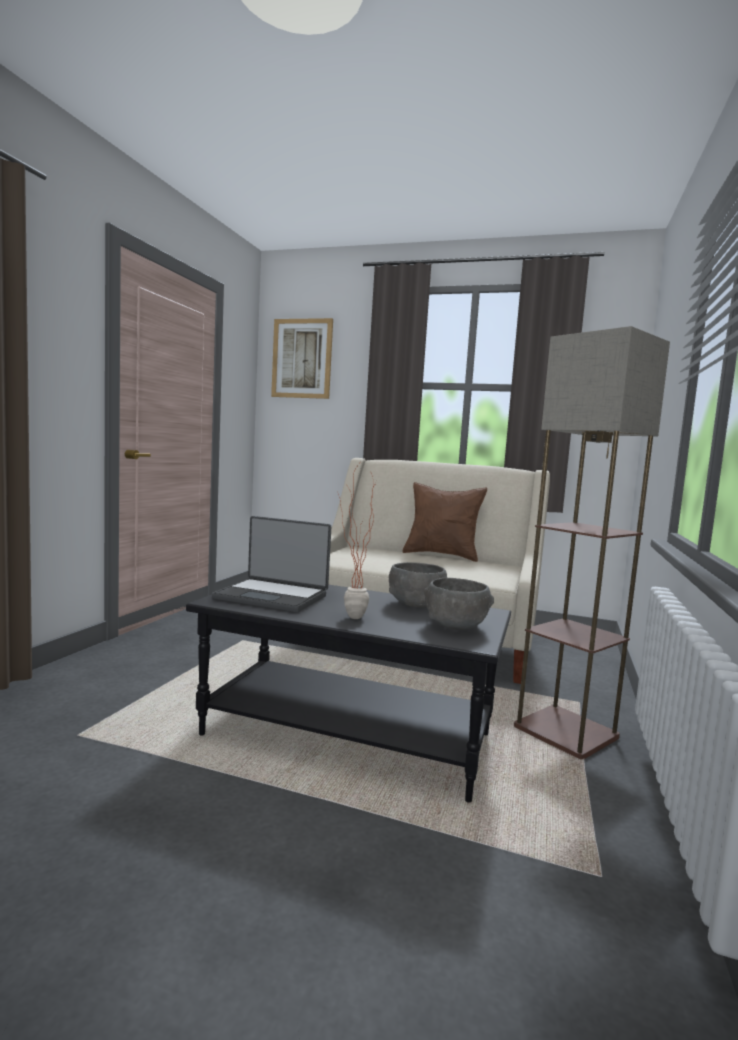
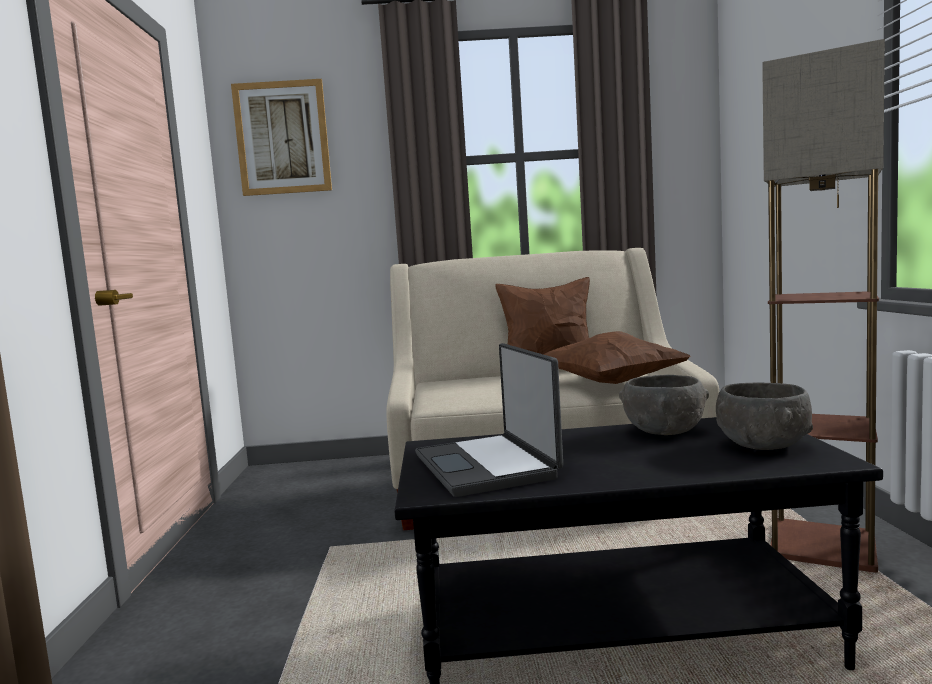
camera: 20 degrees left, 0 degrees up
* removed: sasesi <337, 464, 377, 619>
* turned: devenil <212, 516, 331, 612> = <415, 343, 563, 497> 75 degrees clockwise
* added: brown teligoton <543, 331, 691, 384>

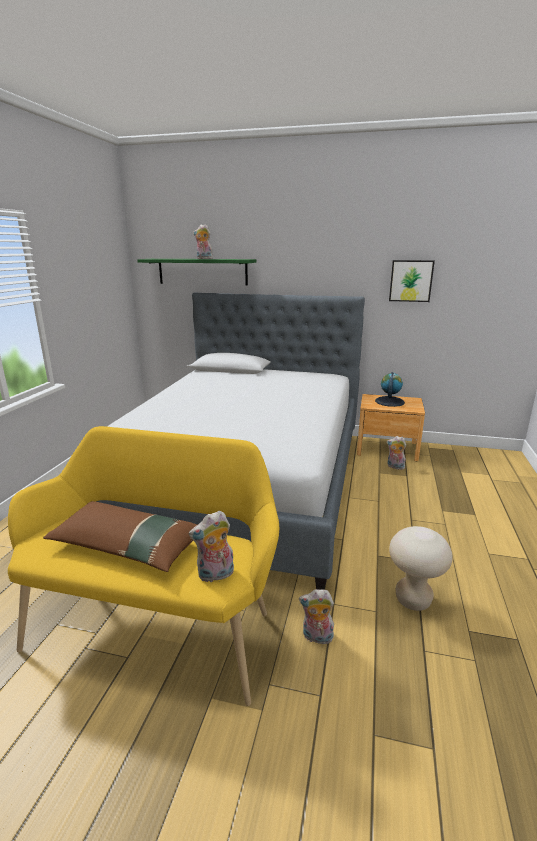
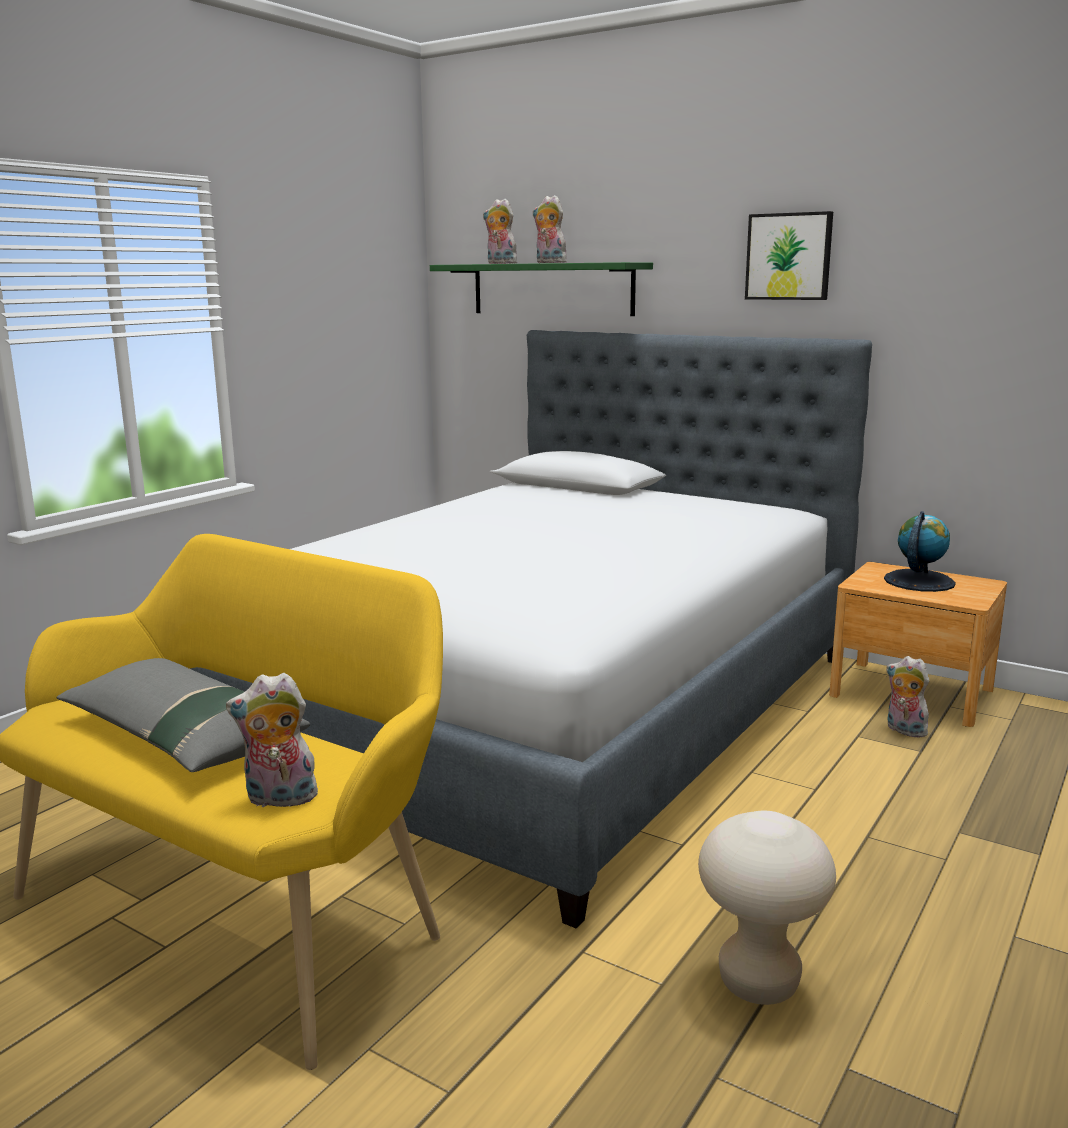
camera: 20 degrees right, 5 degrees down
* moved: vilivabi <389, 260, 435, 302> to <745, 211, 833, 300>
* recoloured: brown teligoton <43, 501, 197, 572> to grey teligoton <57, 658, 310, 772>
* moved: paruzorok <299, 589, 334, 644> to <483, 199, 519, 264>

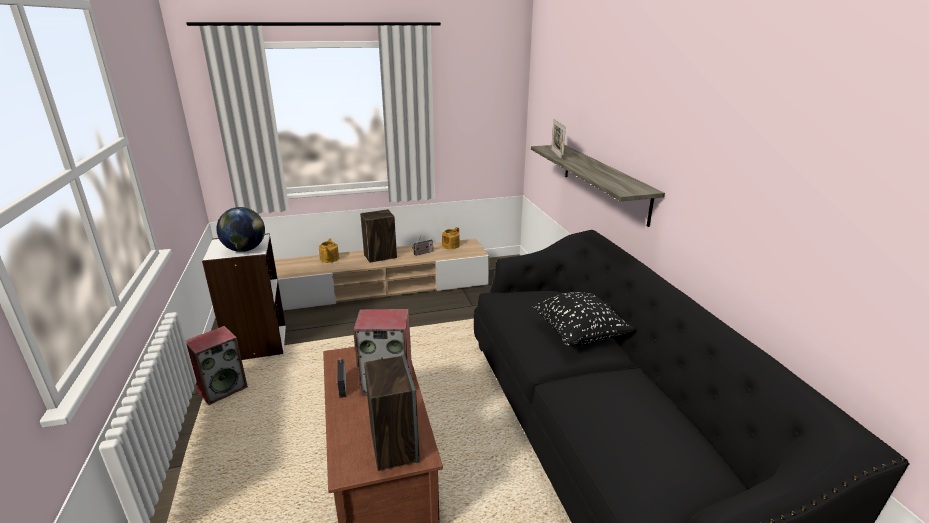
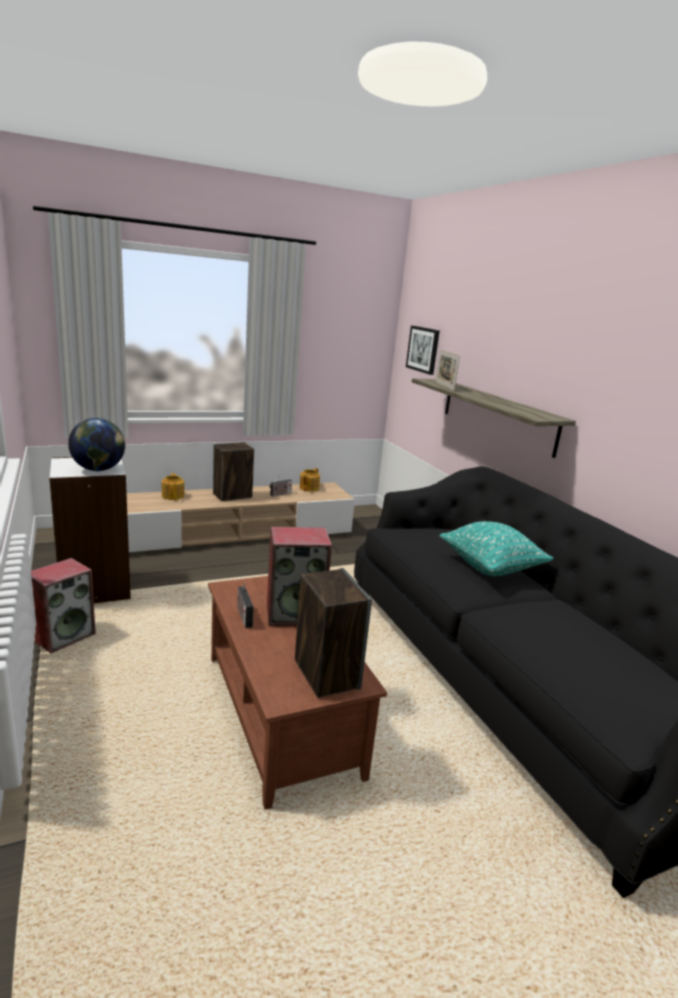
camera: 10 degrees left, 5 degrees down
* recoloured: black teligoton <532, 292, 635, 346> to turquoise teligoton <439, 521, 554, 576>
* added: vilivabi <406, 326, 440, 375>

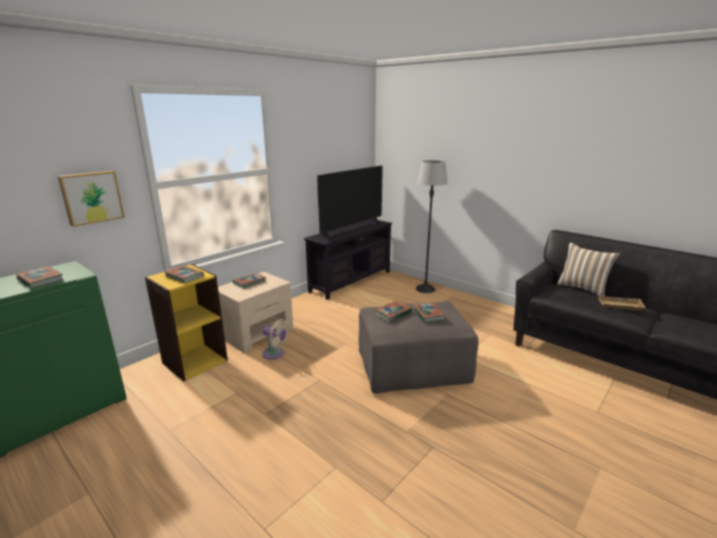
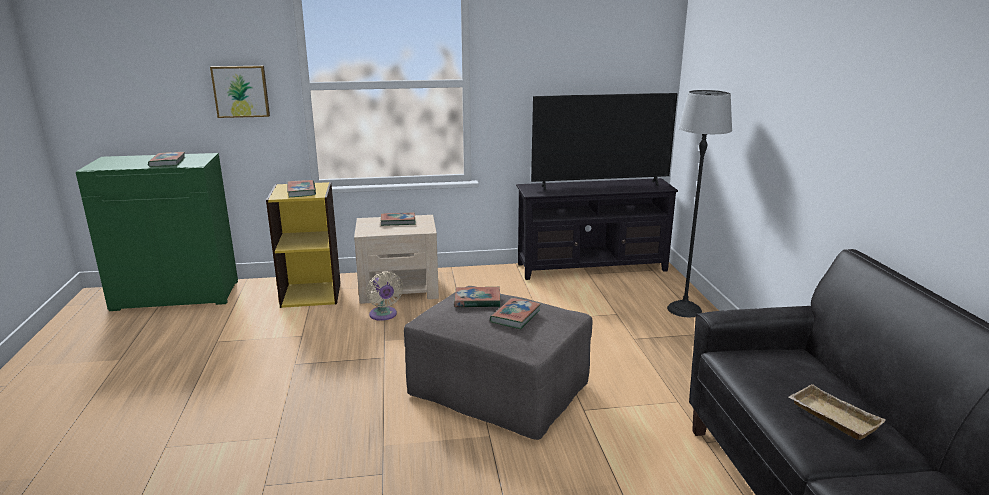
camera: 40 degrees right, 0 degrees up
* removed: teligoton <557, 242, 620, 296>

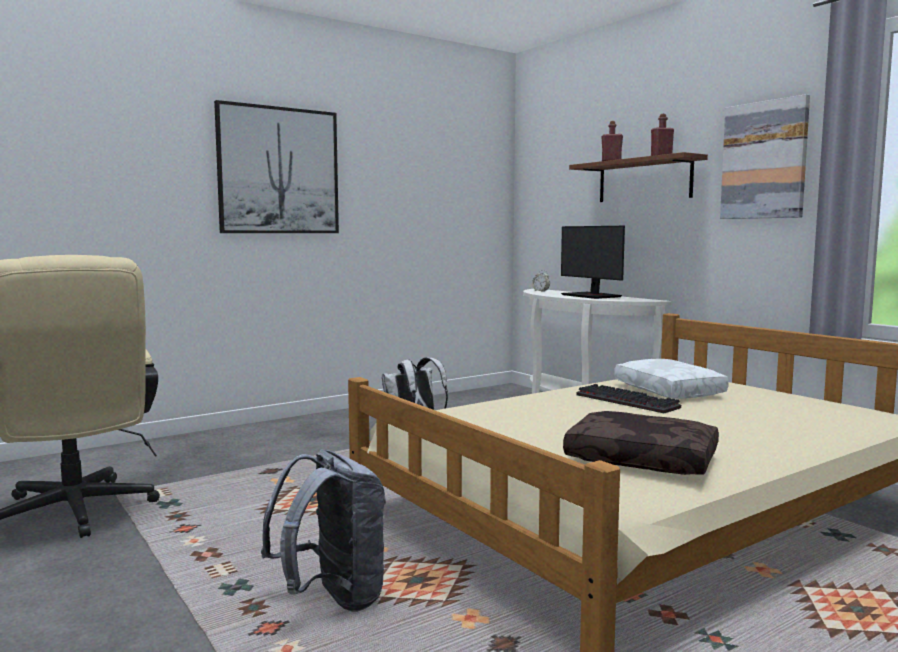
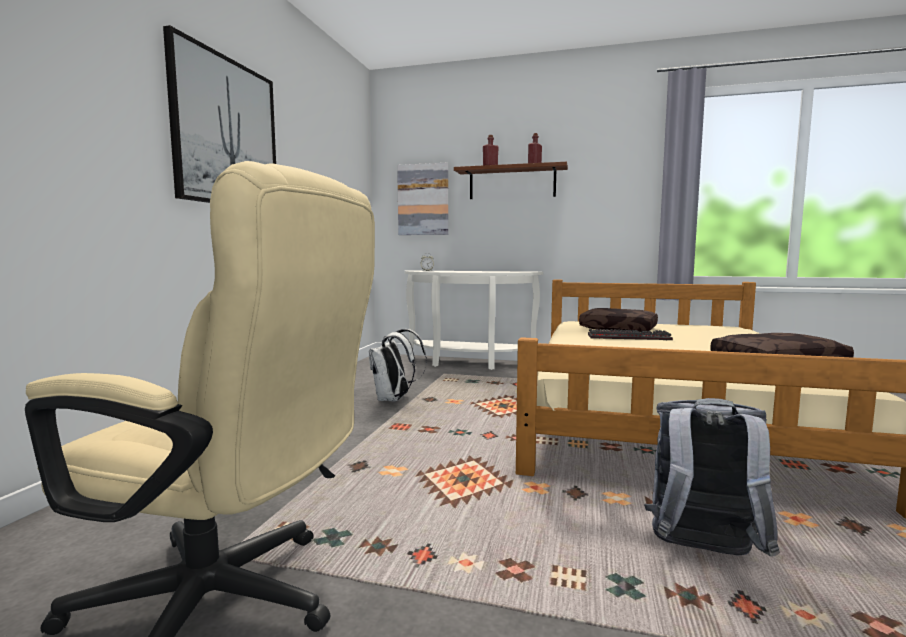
camera: 40 degrees left, 0 degrees up
* moved: vilivabi <720, 94, 810, 219> to <397, 163, 448, 235>
* removed: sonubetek <561, 226, 625, 299>
* recoloured: white teligoton <614, 359, 729, 399> to brown teligoton <579, 308, 658, 332>

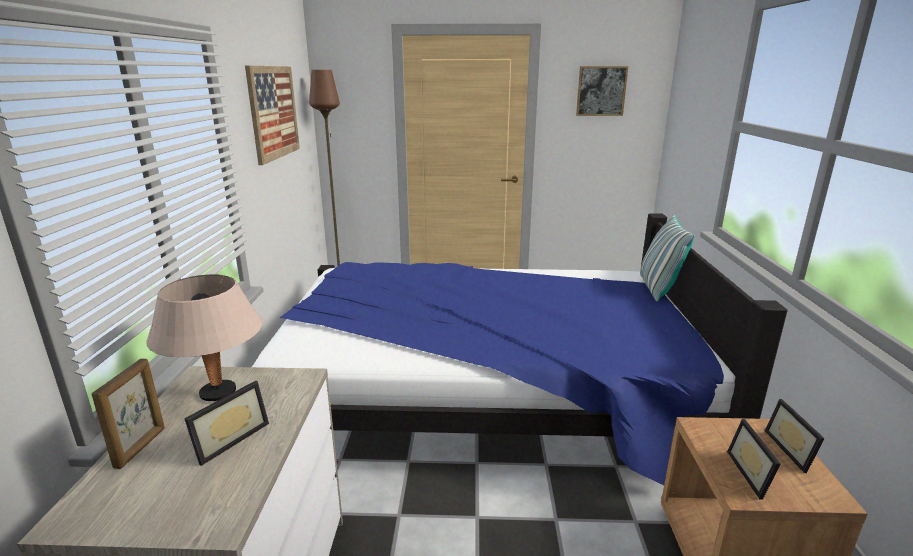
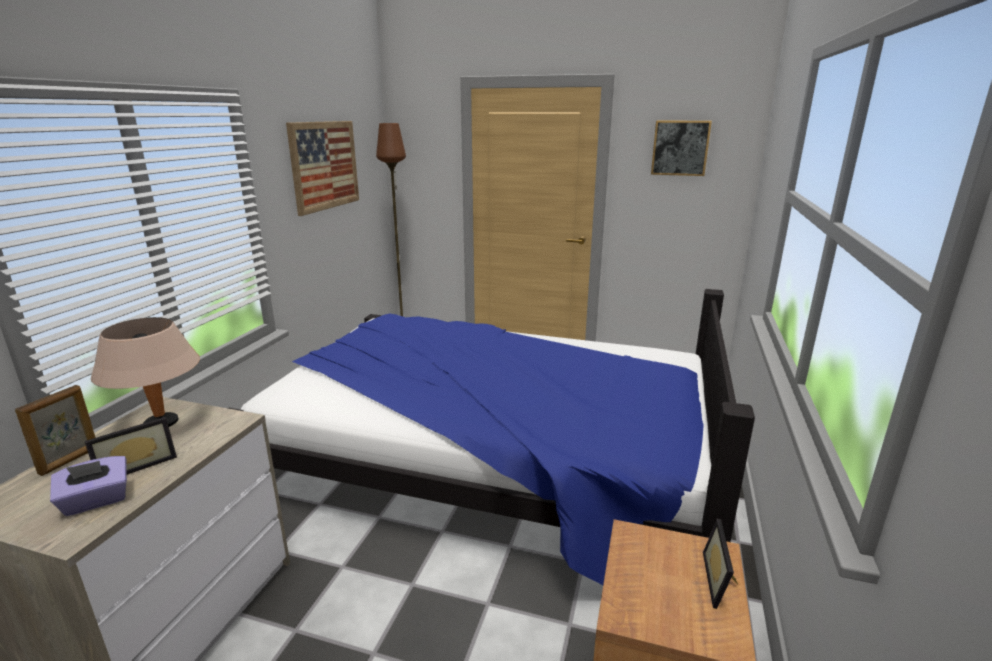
camera: 15 degrees right, 0 degrees up
* removed: teligoton <640, 214, 695, 302>
* removed: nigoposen <727, 419, 780, 500>
* added: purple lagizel <50, 456, 127, 516>

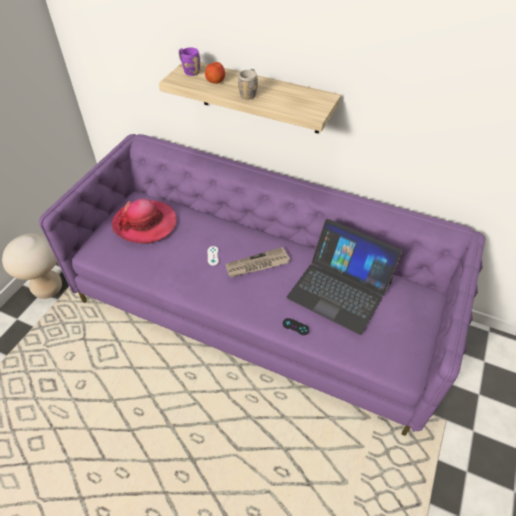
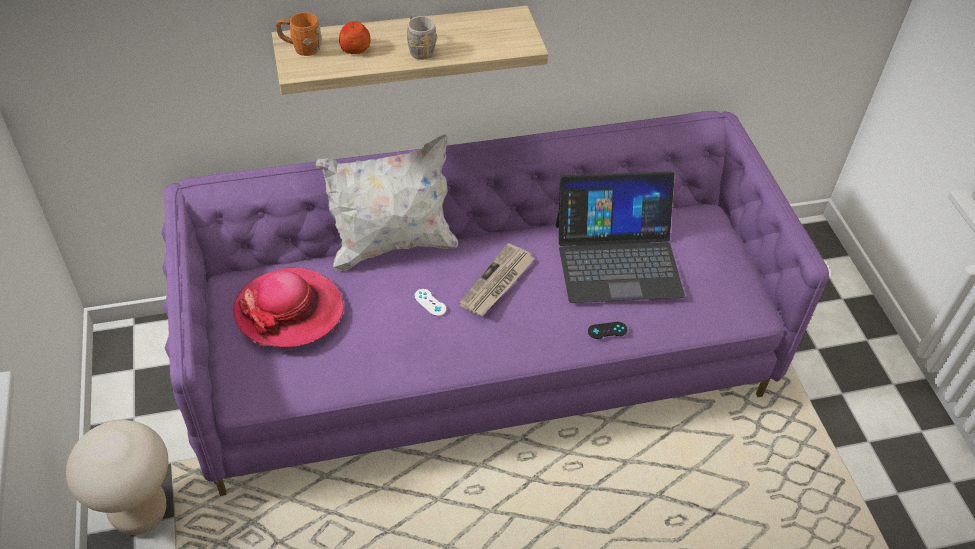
camera: 40 degrees left, 0 degrees up
* recoloured: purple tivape <179, 48, 200, 76> to orange tivape <276, 12, 321, 56>
* added: white teligoton <315, 134, 458, 271>

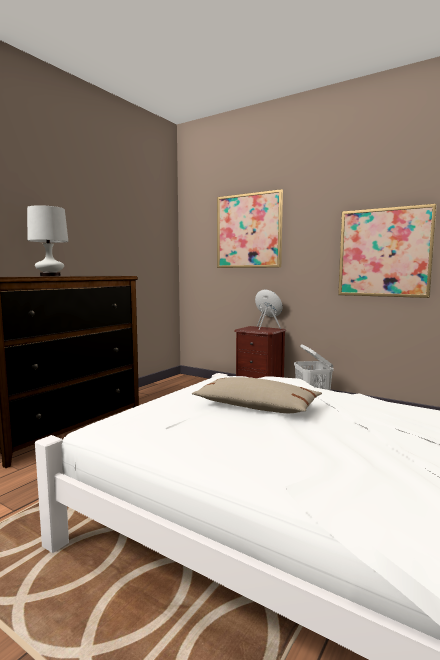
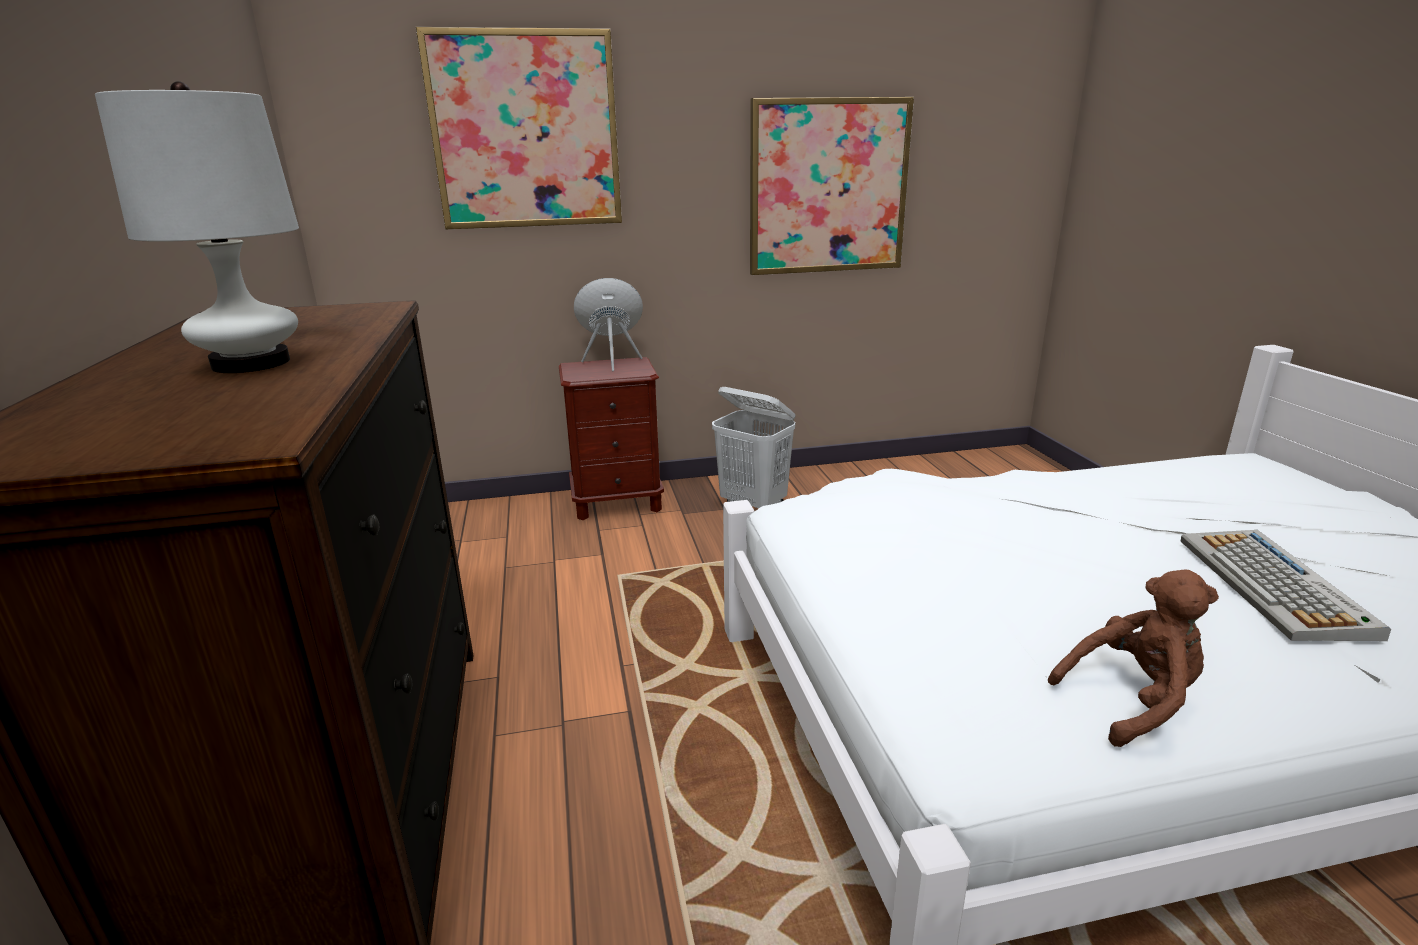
camera: 45 degrees left, 15 degrees up
* removed: beige teligoton <192, 377, 322, 413>
* added: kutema <1180, 530, 1391, 641>
* added: brown paruzorok <1048, 569, 1219, 747>

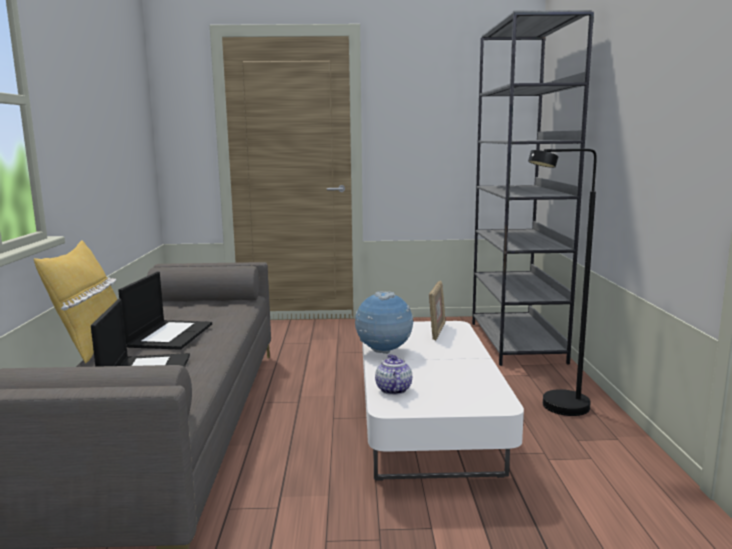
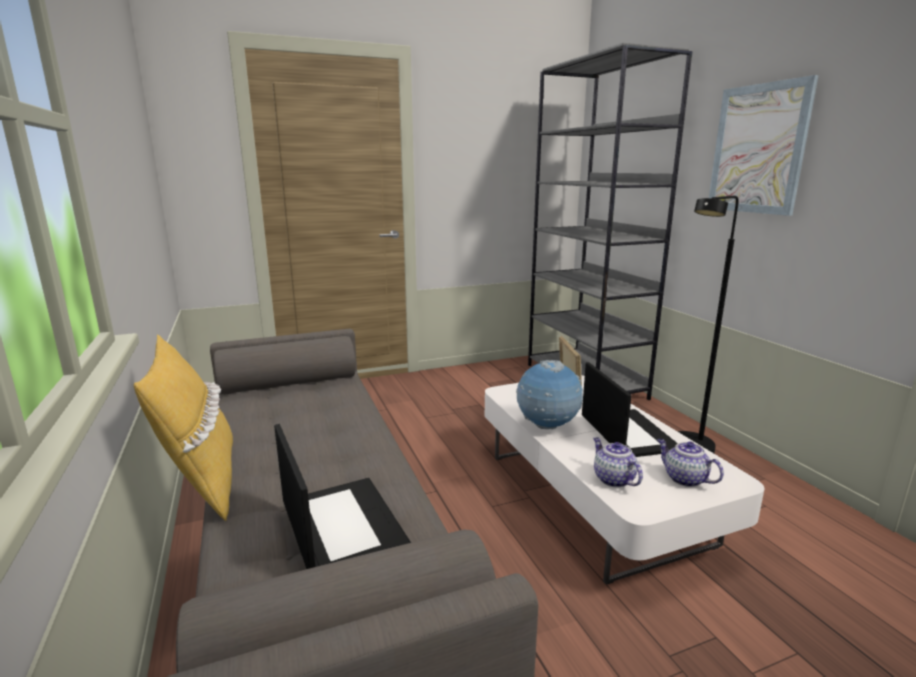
camera: 20 degrees left, 5 degrees up
* moved: devenil <118, 272, 212, 350> to <582, 362, 678, 457>
* added: vilivabi <709, 75, 819, 216>
* added: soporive <657, 439, 724, 487>

